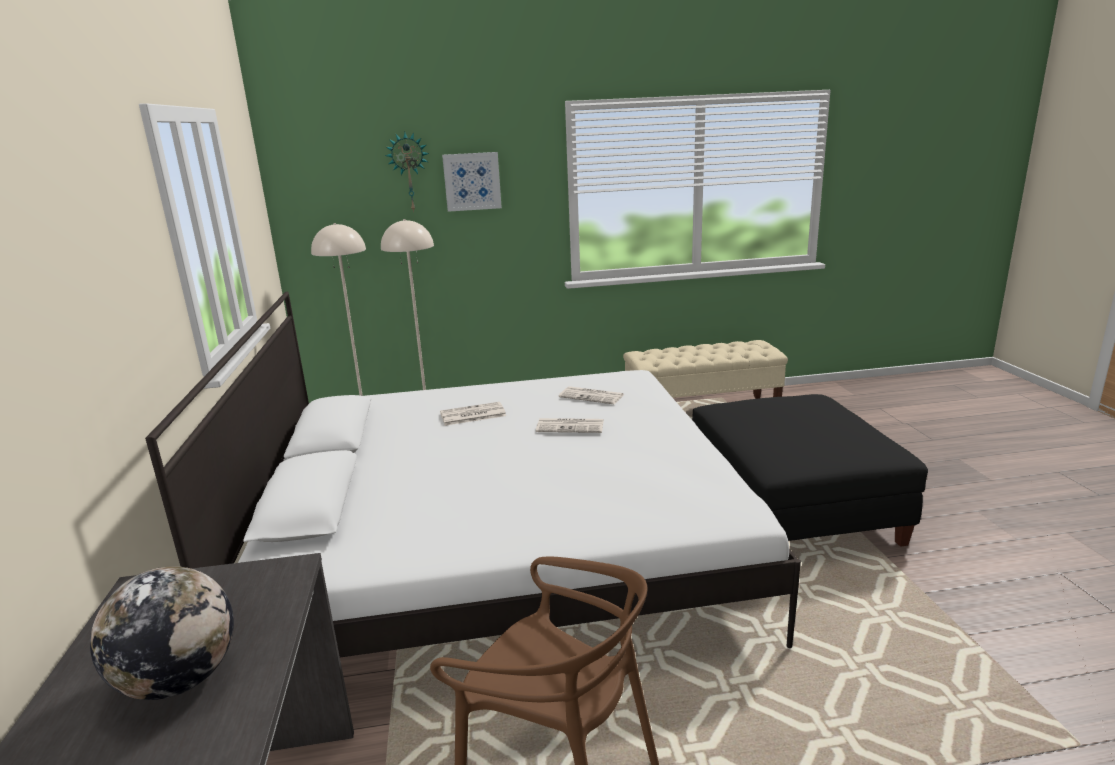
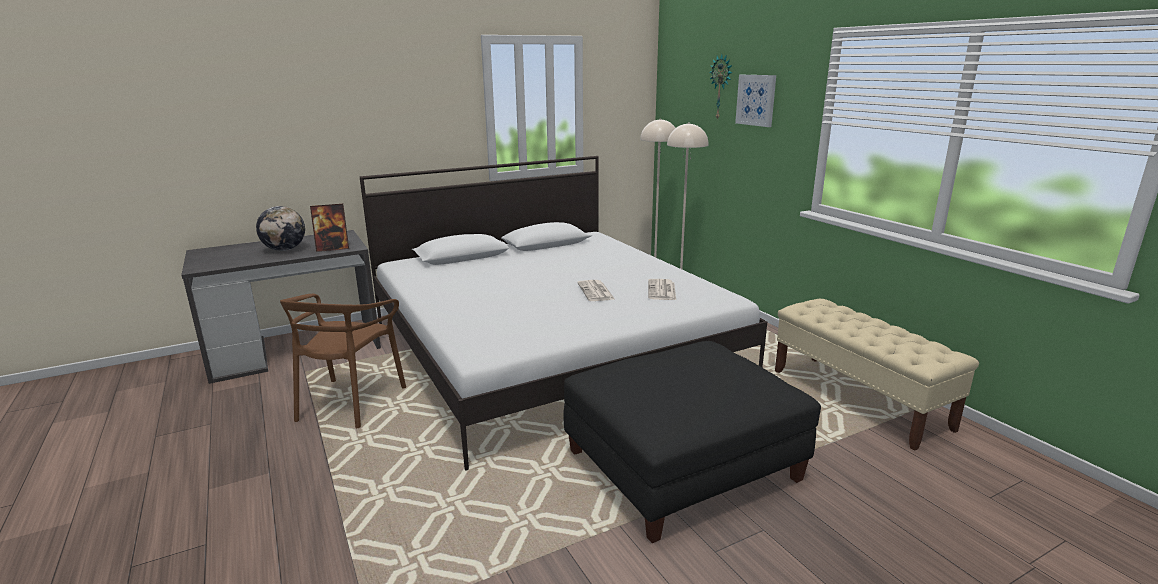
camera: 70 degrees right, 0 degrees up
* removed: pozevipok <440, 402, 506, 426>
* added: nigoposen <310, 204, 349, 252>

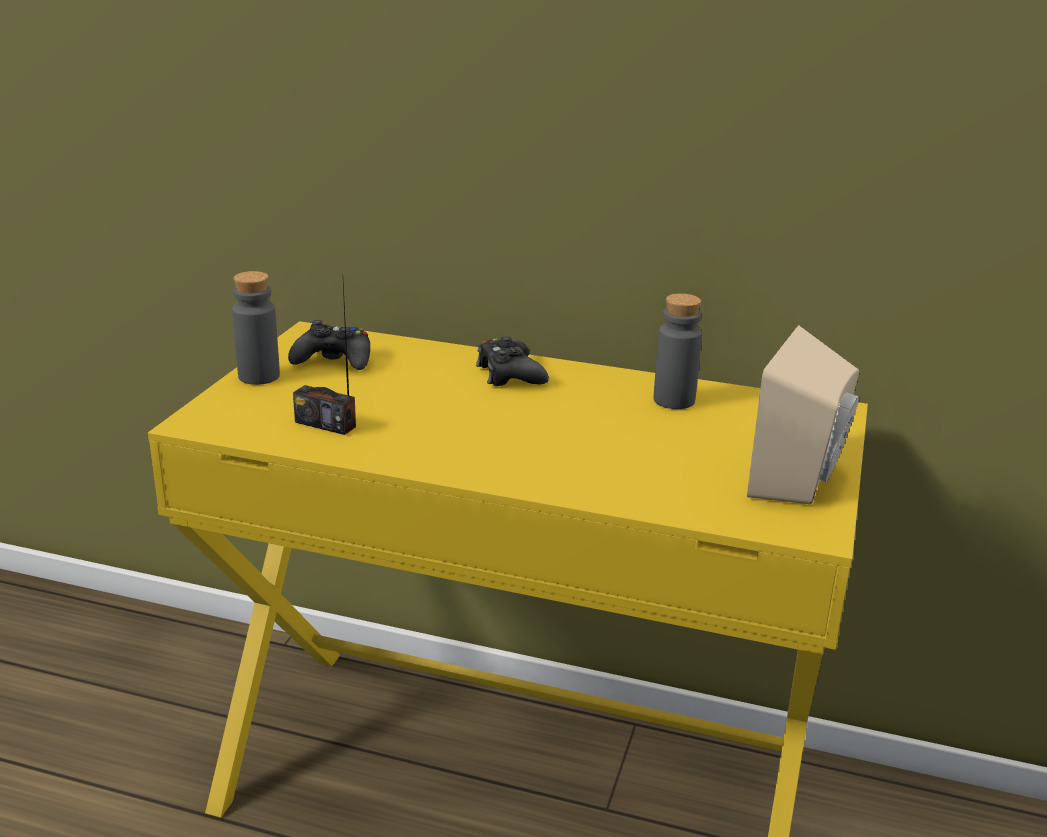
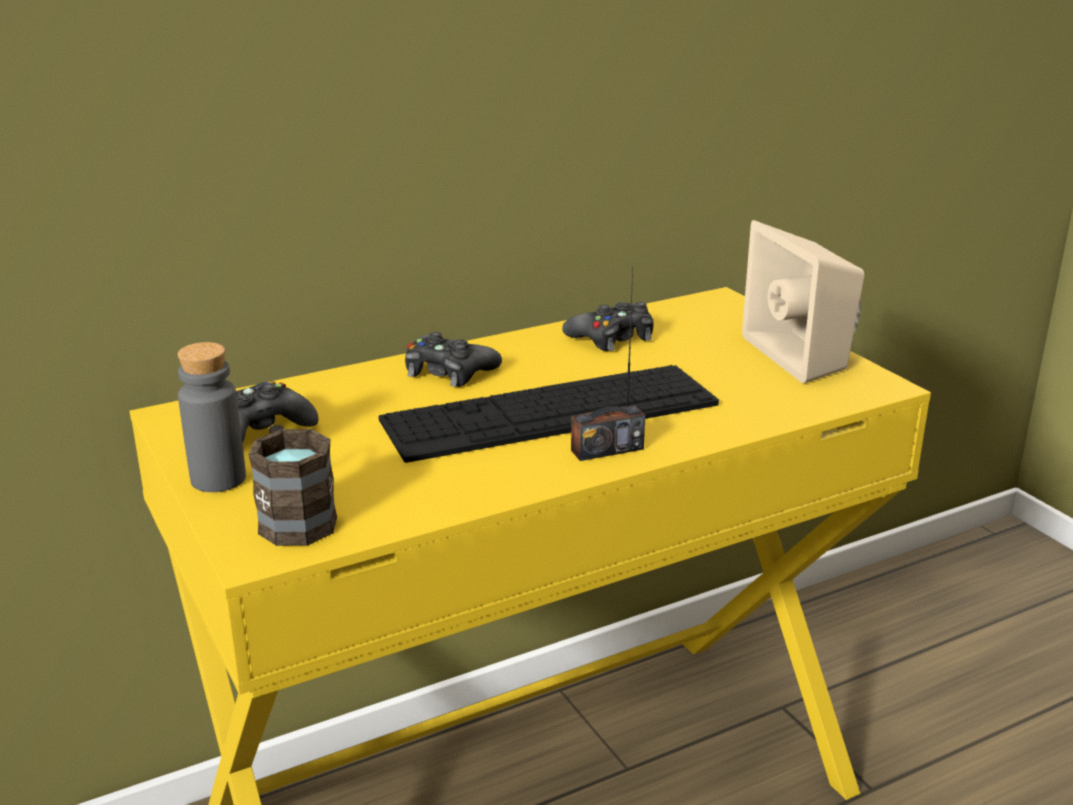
camera: 45 degrees left, 0 degrees up
* moved: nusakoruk <293, 284, 356, 435> to <571, 267, 645, 461>
* replaced: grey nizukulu <654, 293, 702, 409> to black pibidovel <562, 302, 653, 351>
* added: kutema <379, 365, 719, 463>
* added: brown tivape <249, 425, 337, 546>

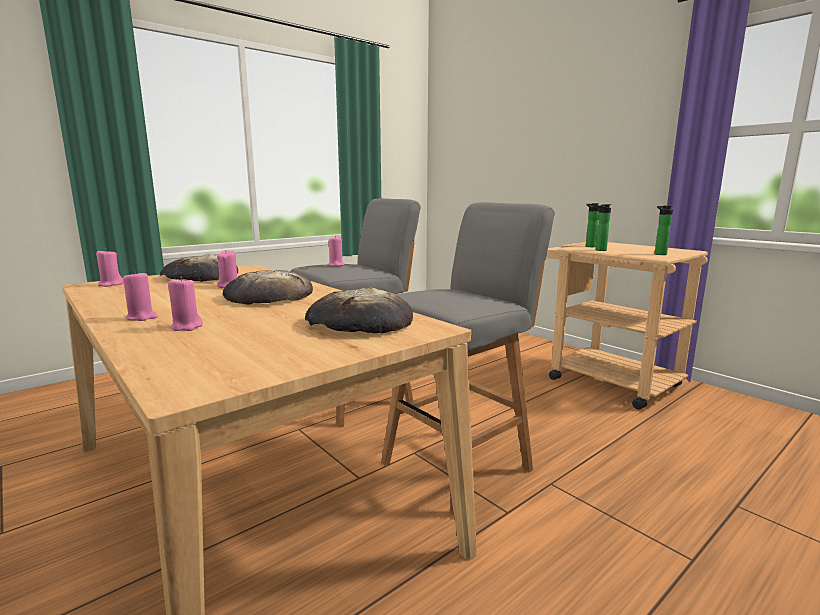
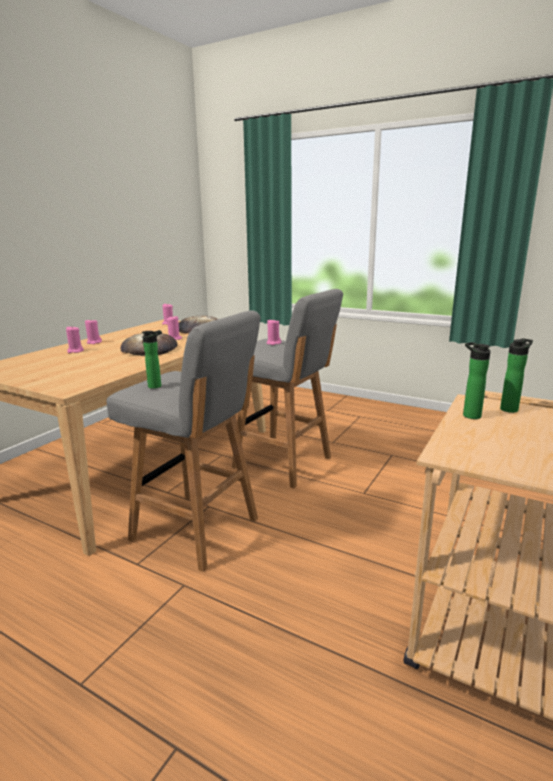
camera: 70 degrees right, 5 degrees up
* moved: nizukulu <655, 206, 673, 255> to <142, 330, 162, 389>
* removed: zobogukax <305, 288, 413, 334>

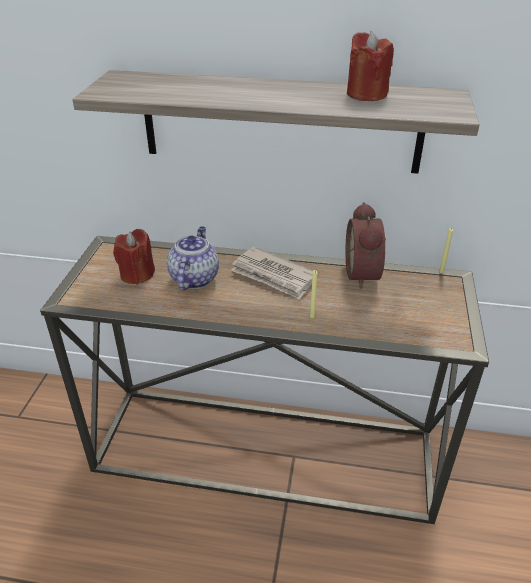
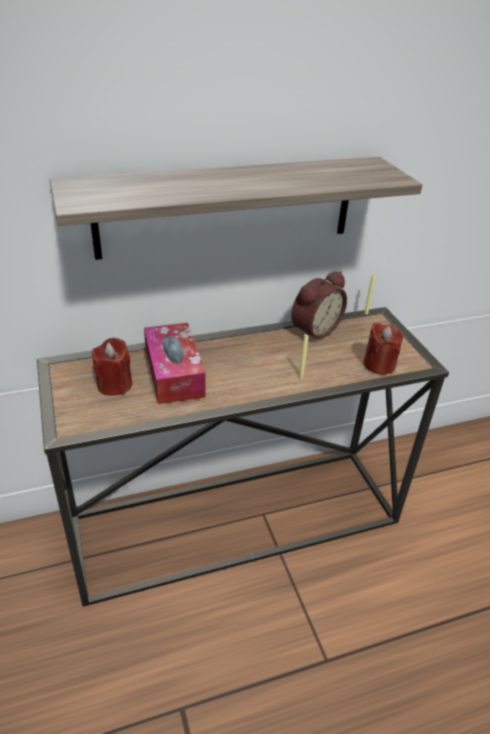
camera: 30 degrees left, 0 degrees up
* moved: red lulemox <347, 31, 394, 101> to <363, 322, 403, 375>
* turned: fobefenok <345, 202, 386, 289> = <291, 271, 347, 339> 105 degrees counterclockwise
* replaced: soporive <167, 226, 219, 290> to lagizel <144, 323, 206, 404>
* removed: pozevipok <231, 246, 319, 299>

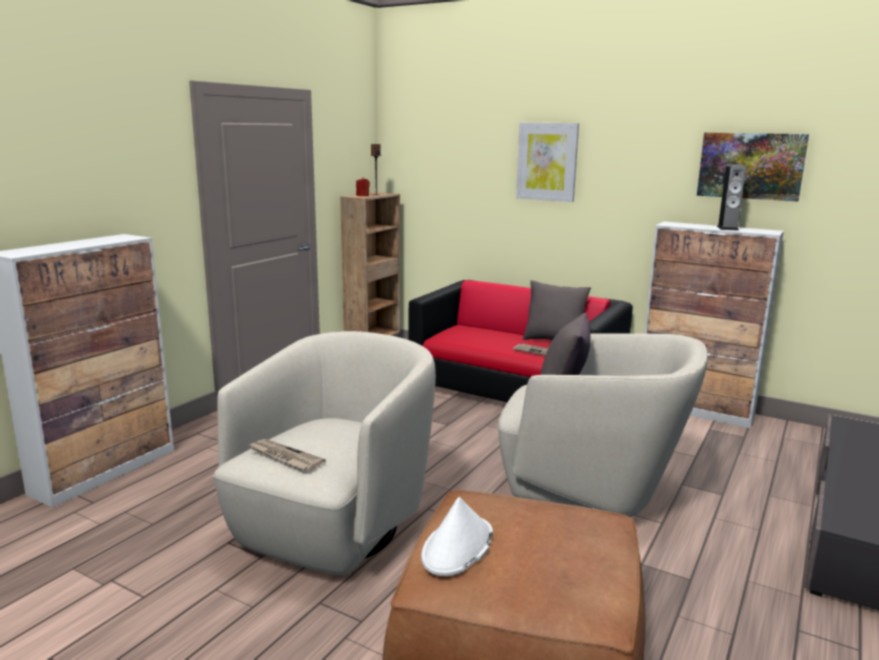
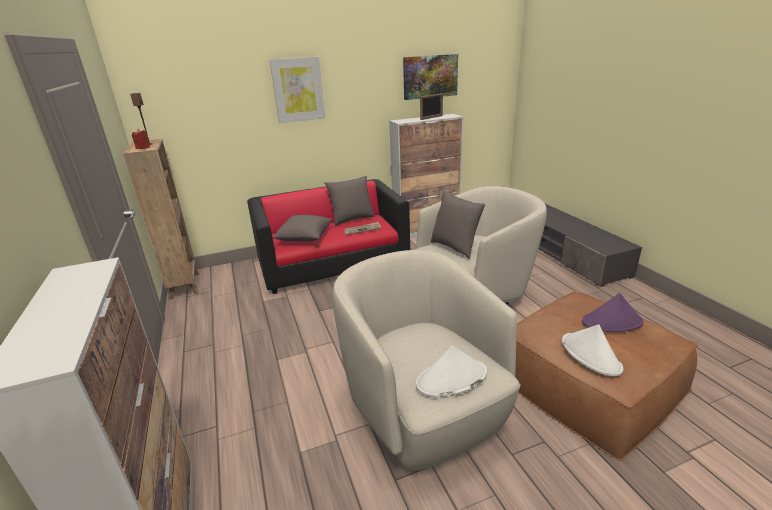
camera: 50 degrees left, 10 degrees up
* replaced: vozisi <717, 164, 746, 231> to nigoposen <420, 93, 443, 120>
* replaced: pozevipok <249, 439, 326, 470> to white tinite <416, 345, 487, 398>
* added: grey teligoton <272, 215, 332, 241>
* added: purple tinite <582, 293, 644, 332>

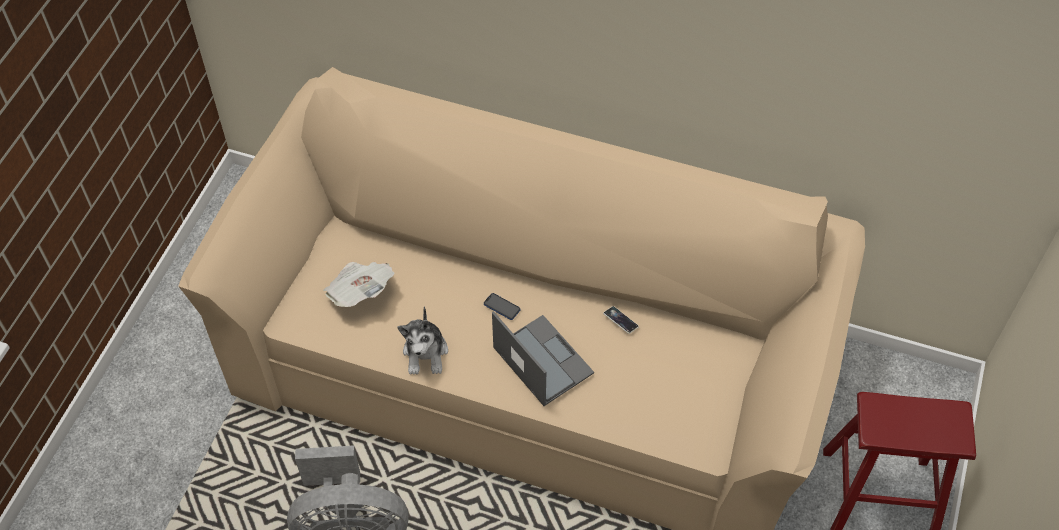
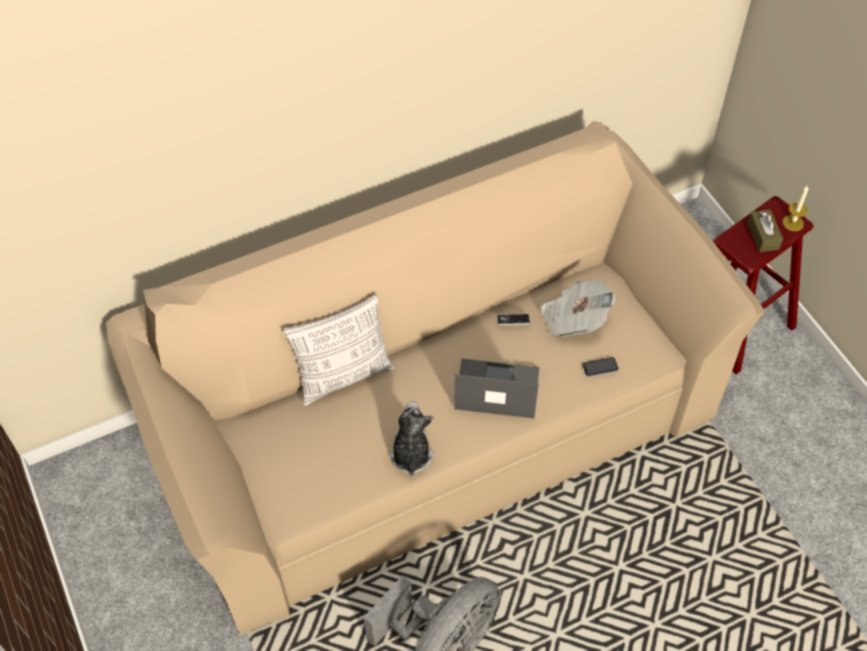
camera: 45 degrees left, 0 degrees up
* moved: pozevipok <323, 262, 394, 307> to <540, 280, 616, 337>
* moved: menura <484, 293, 520, 320> to <582, 357, 618, 376>
* turned: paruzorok <398, 306, 448, 375> = <389, 401, 434, 477> 135 degrees counterclockwise
* added: lulemox <783, 185, 808, 231>
* added: brown lagizel <747, 209, 783, 252>
* added: teligoton <283, 295, 395, 406>

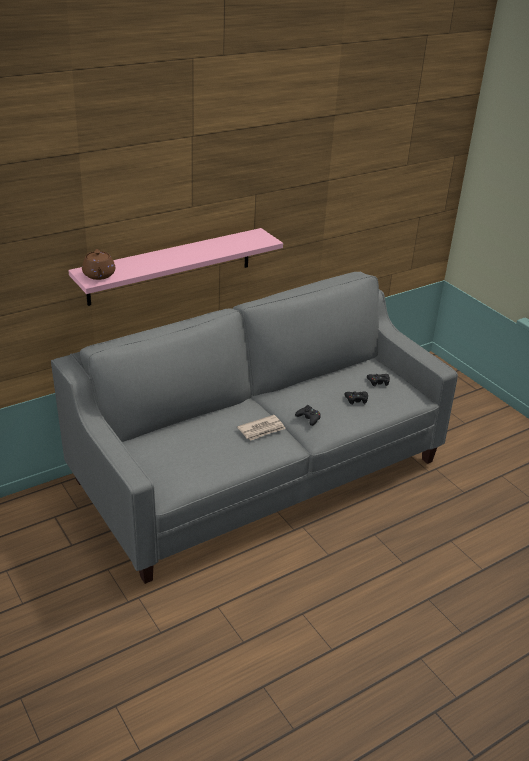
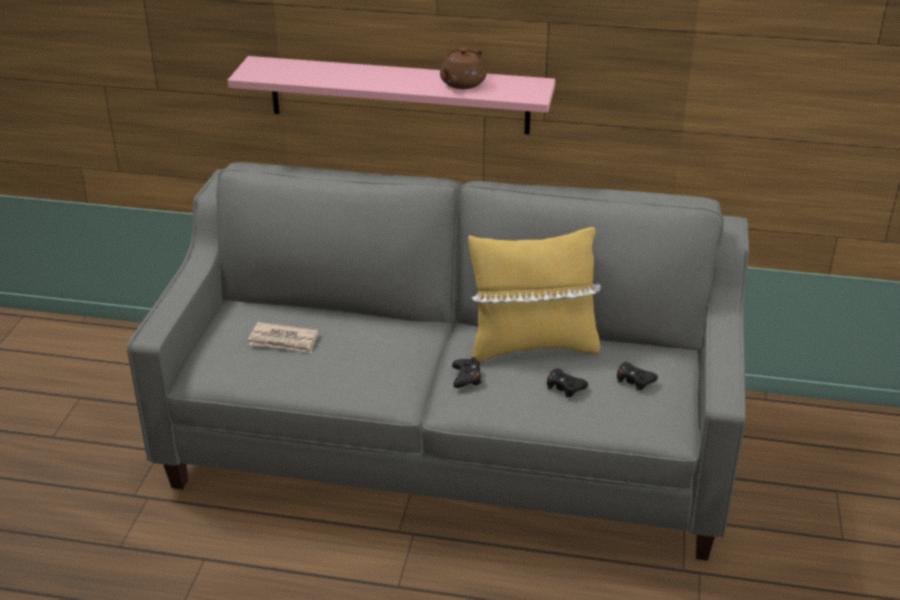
camera: 45 degrees right, 0 degrees up
* moved: brown soporive <82, 249, 115, 280> to <440, 48, 486, 89>
* moved: pozevipok <237, 415, 286, 441> to <248, 322, 319, 353>
* added: yellow teligoton <468, 227, 601, 362>

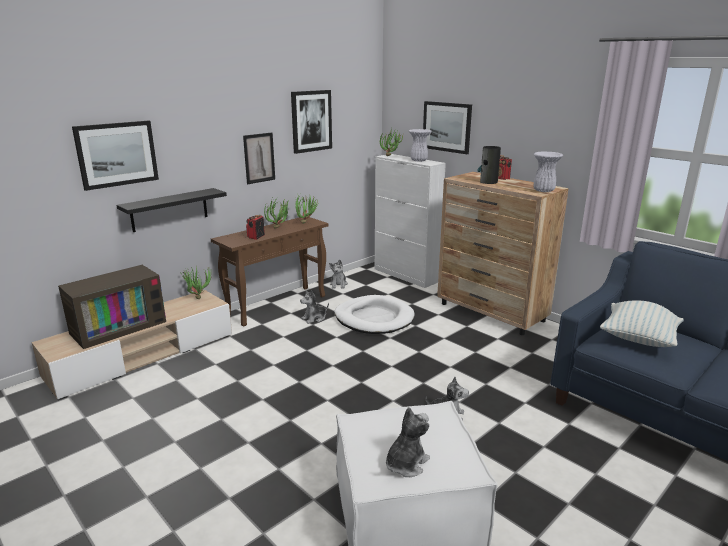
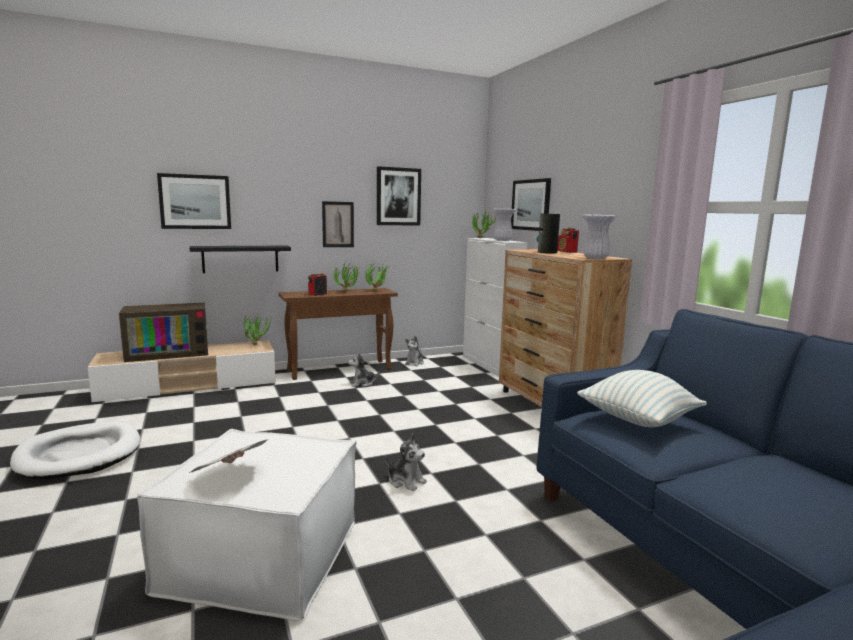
camera: 20 degrees right, 10 degrees down
* moved: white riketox <334, 295, 415, 334> to <10, 421, 140, 480>
* replaced: paruzorok <386, 407, 430, 477> to pozevipok <189, 439, 268, 473>

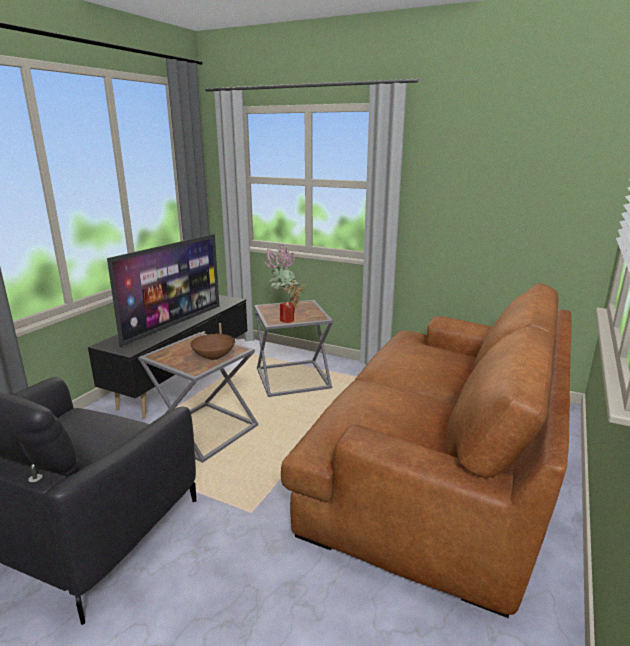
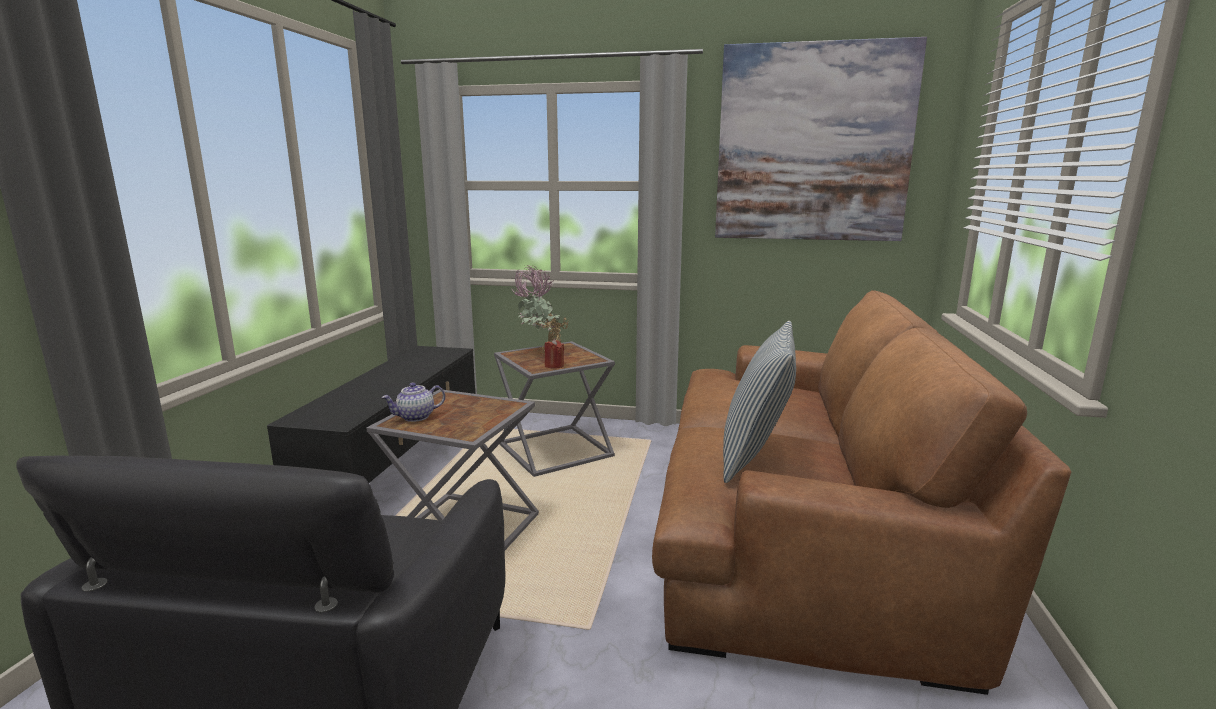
camera: 15 degrees left, 5 degrees down
* removed: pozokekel <107, 234, 219, 347>
* removed: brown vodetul <190, 334, 235, 360>
* added: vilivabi <715, 37, 927, 241>
* added: teligoton <723, 321, 796, 483>
* added: soporive <382, 383, 445, 422>

